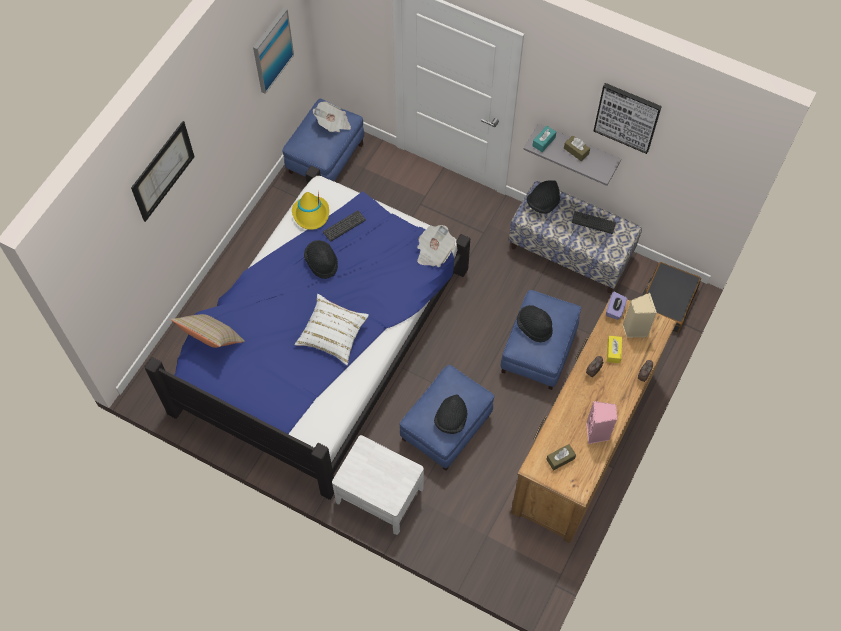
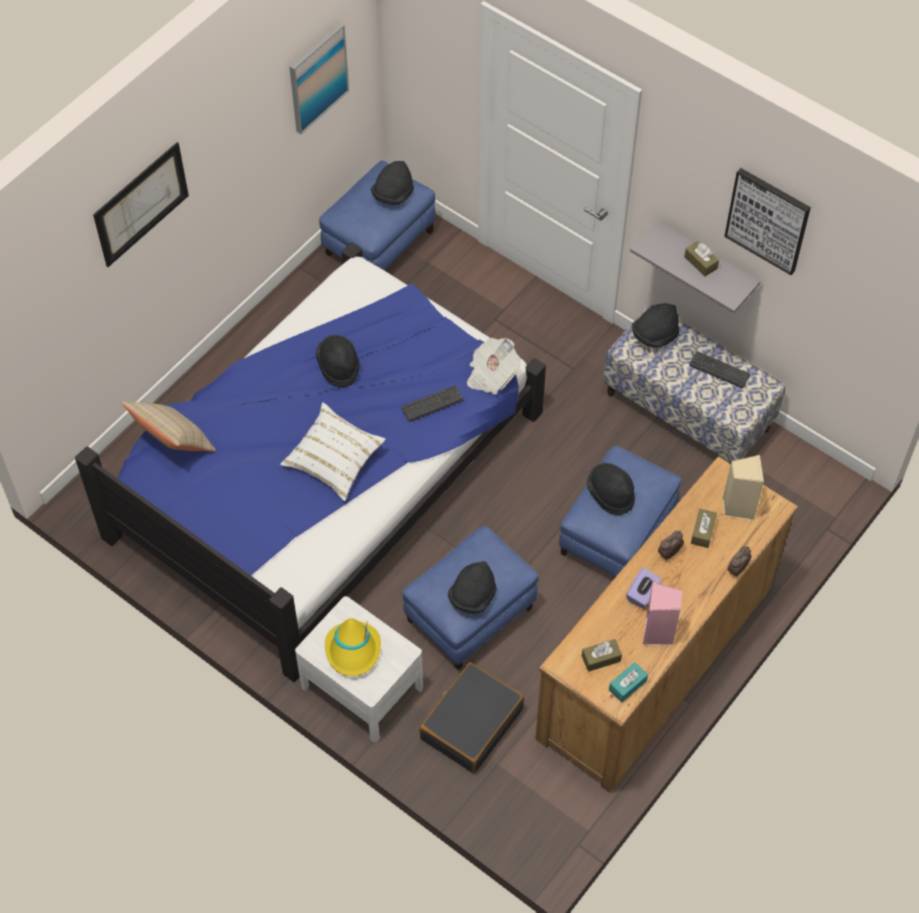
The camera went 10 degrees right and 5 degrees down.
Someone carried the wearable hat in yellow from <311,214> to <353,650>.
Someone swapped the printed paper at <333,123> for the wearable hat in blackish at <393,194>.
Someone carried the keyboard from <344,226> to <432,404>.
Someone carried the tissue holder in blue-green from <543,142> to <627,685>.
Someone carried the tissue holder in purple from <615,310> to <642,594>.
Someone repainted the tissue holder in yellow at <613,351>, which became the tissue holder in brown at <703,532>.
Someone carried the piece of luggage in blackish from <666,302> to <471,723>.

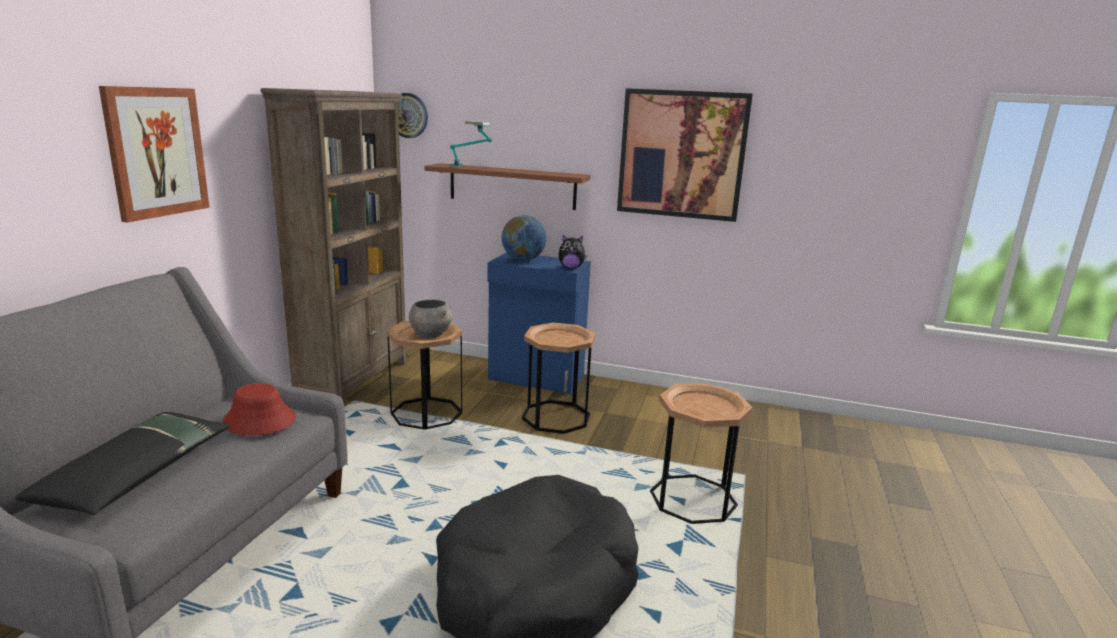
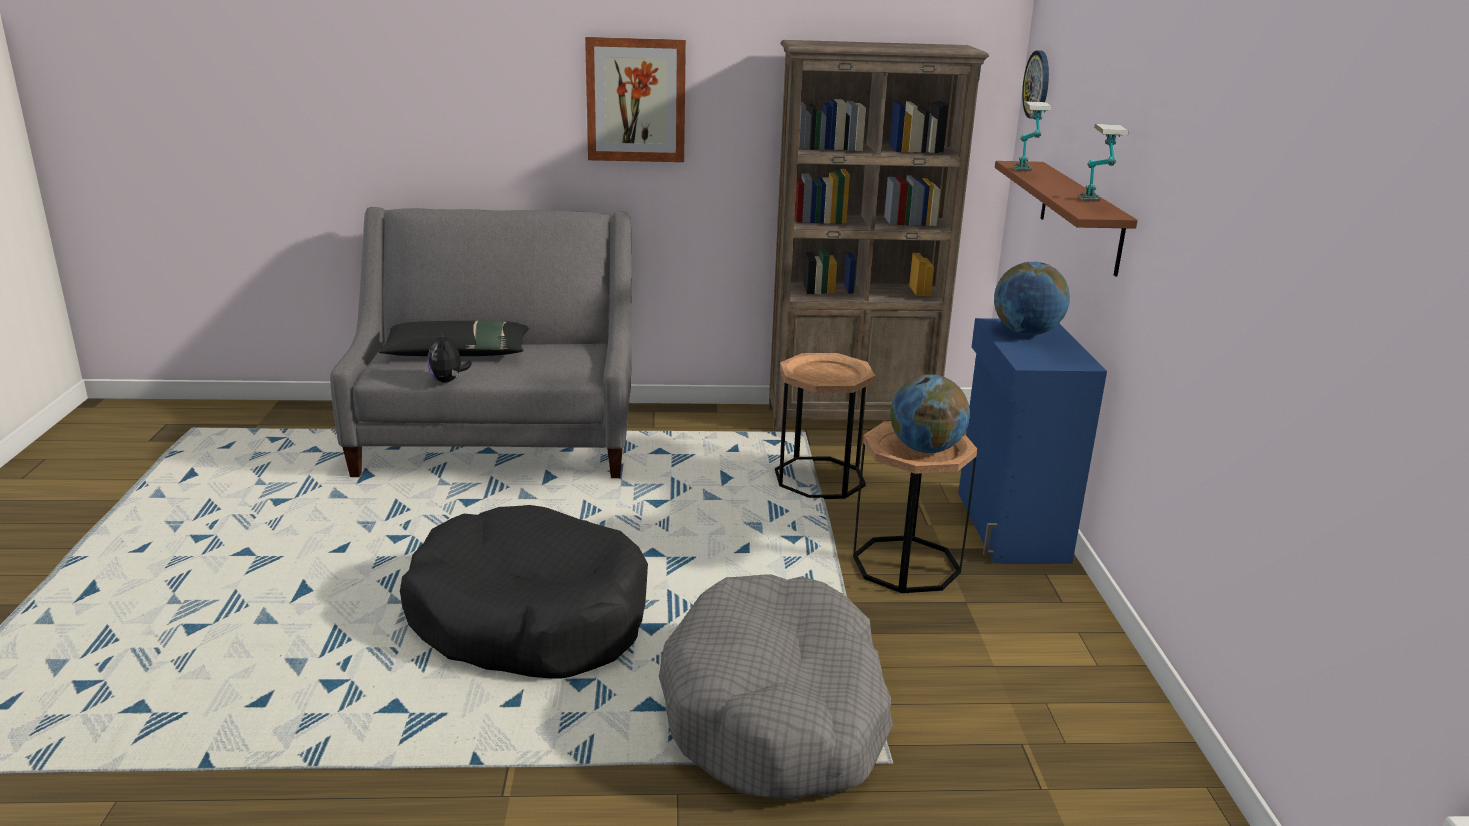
The camera went 70 degrees right and 5 degrees up.
Someone took away the wearable hat in red at <259,420>.
Someone took away the deep dish in gray at <430,335>.
Someone carried the plush toy from <571,268> to <448,381>.
Someone took away the picture at <681,155>.
Someone swapped the side table in brown at <692,499> for the dog bed in gray at <776,713>.
Someone put down the globe at <925,449>.
Someone put down the table lamp at <1095,205>.

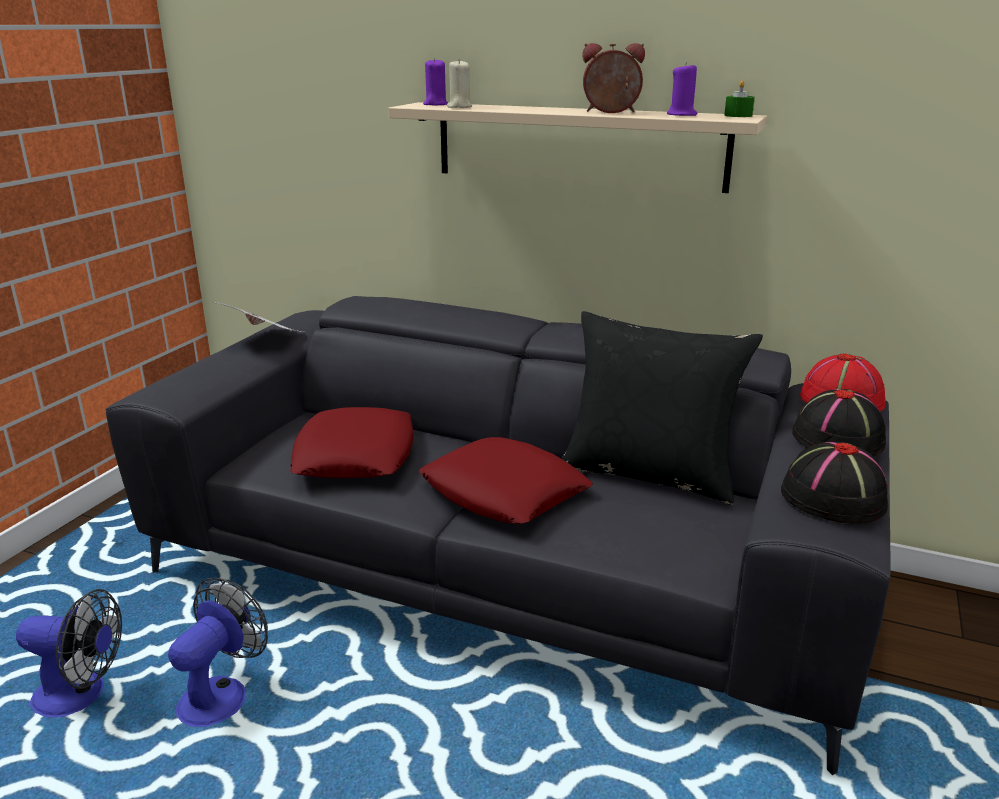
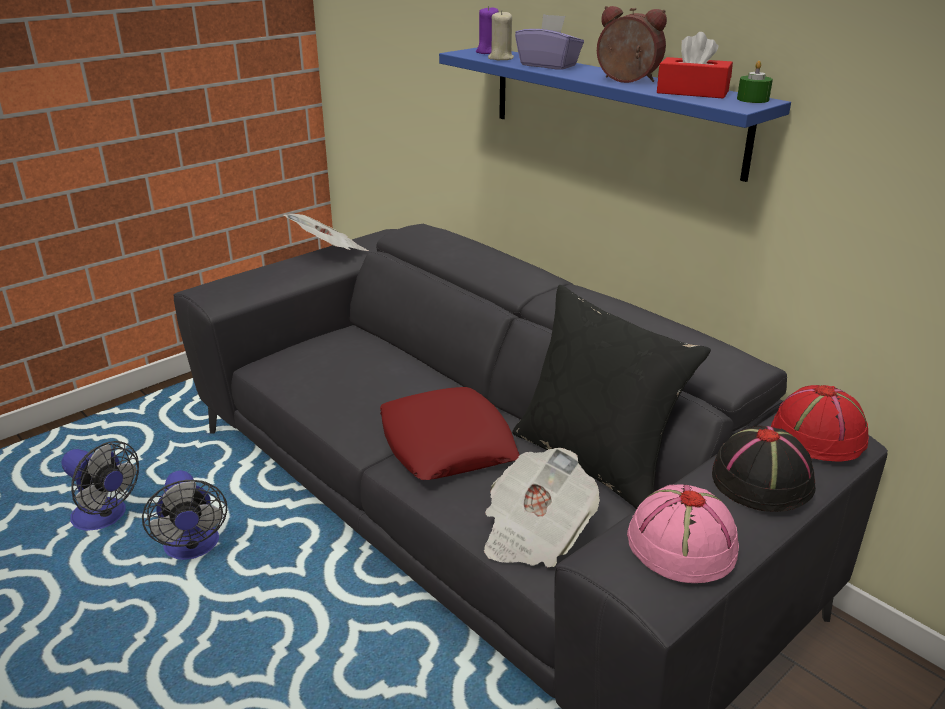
The camera went 25 degrees right and 5 degrees up.
Someone rotated the fan at <221,693> by 105 degrees clockwise.
Someone took away the cushion in red at <355,455>.
Someone repainted the wall shelf in beige at <578,145>, which became the wall shelf in blue-coloured at <612,108>.
Someone swapped the candle in purple at <682,115> for the tissue holder in red at <692,92>.
Someone repainted the wearable hat in blackish at <832,498>, which became the wearable hat in pink-coloured at <681,544>.
Someone put down the printed paper at <534,532>.
Someone put down the tissue holder in purple at <548,65>.

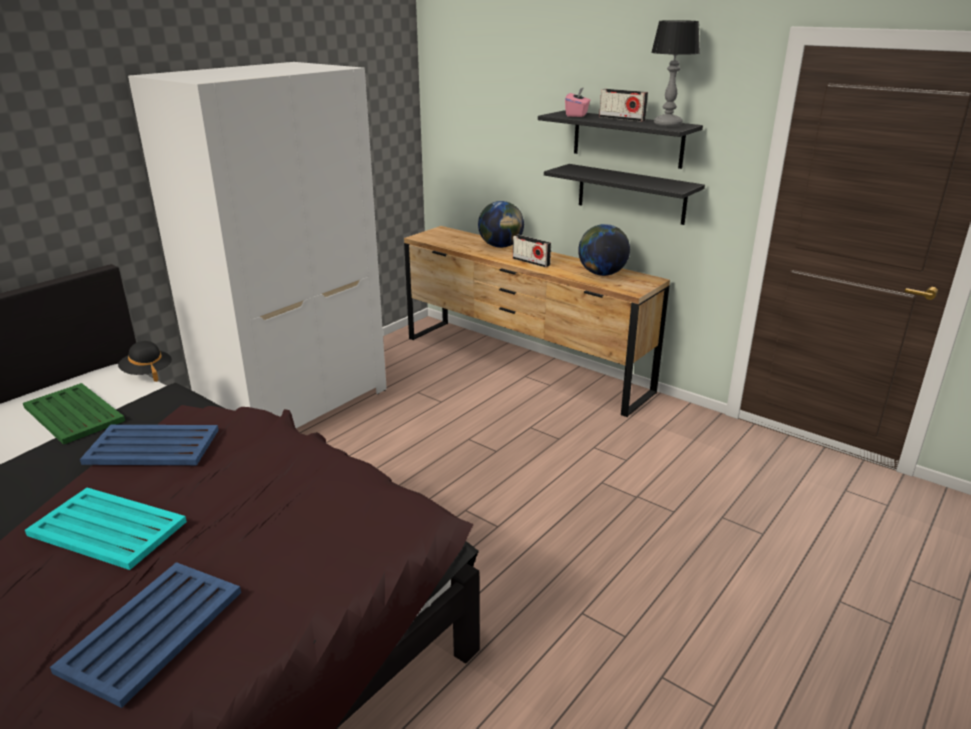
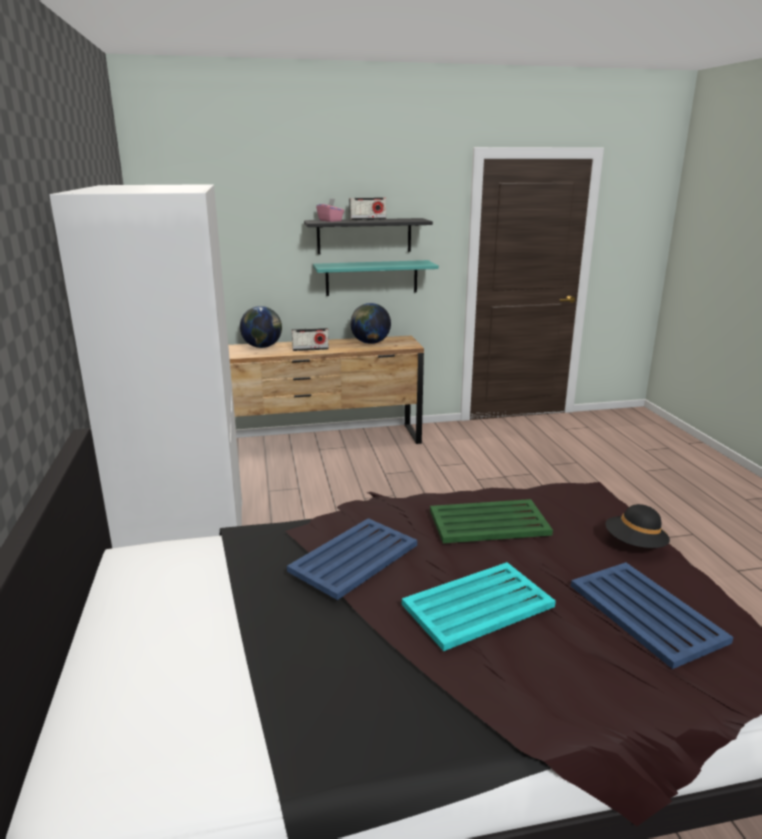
The camera went 50 degrees left and 5 degrees down.
Someone carried the carrying tray in green-coloured from <74,414> to <490,522>.
Someone carried the wearable hat in blackish from <147,373> to <634,545>.
Someone repainted the wall shelf in blackish at <631,194>, which became the wall shelf in blue-green at <371,278>.
Someone took away the table lamp at <668,125>.

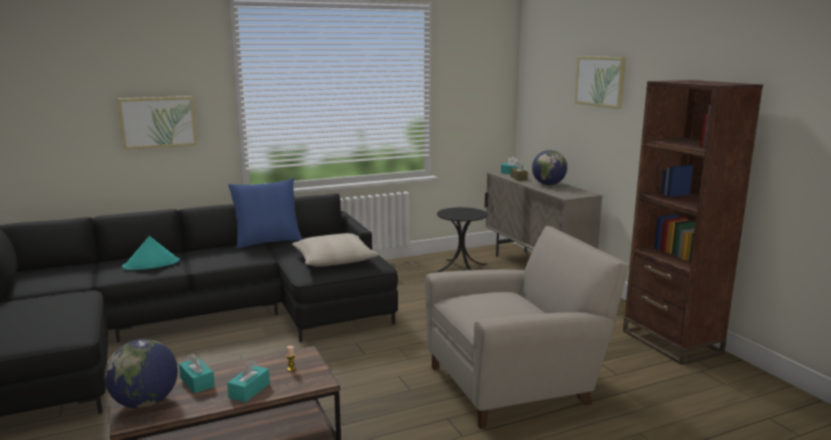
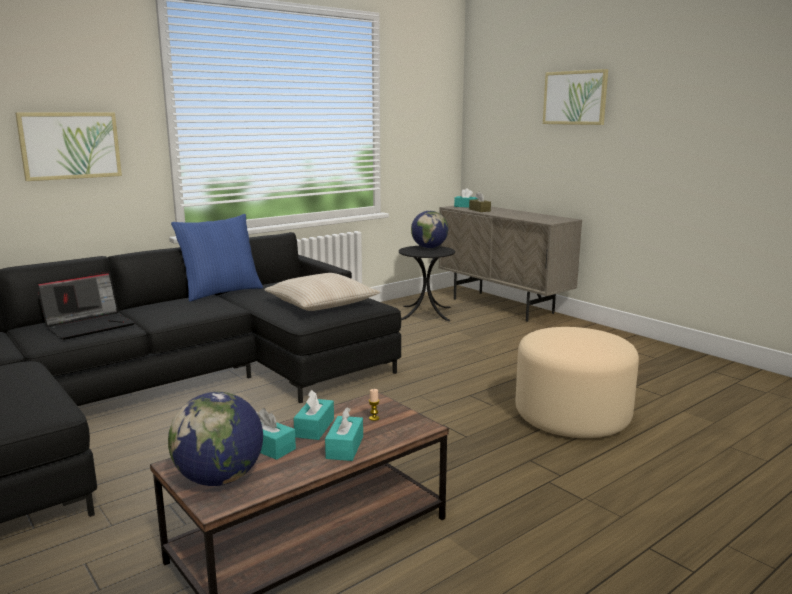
The camera went 15 degrees left and 0 degrees up.
Someone swapped the wearable hat in blue-green at <152,264> for the portable computer at <90,325>.
Someone swapped the armchair in beige at <516,383> for the pouffe in beige at <572,416>.
Someone carried the globe from <548,184> to <429,247>.
Someone took away the bookcase in brown at <671,342>.
Someone put down the tissue holder in blue-green at <314,428>.

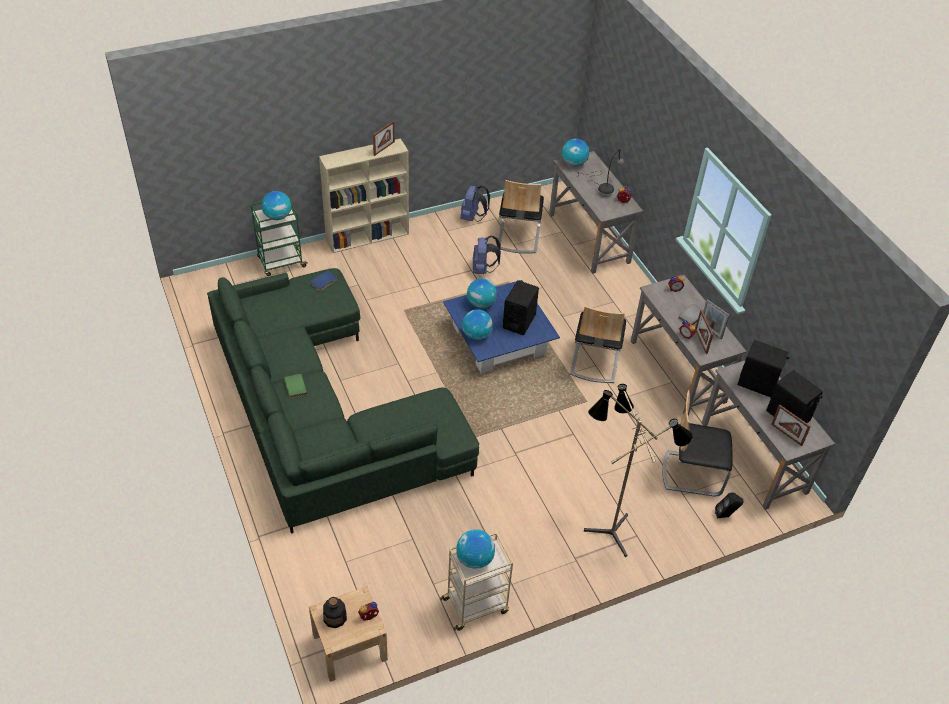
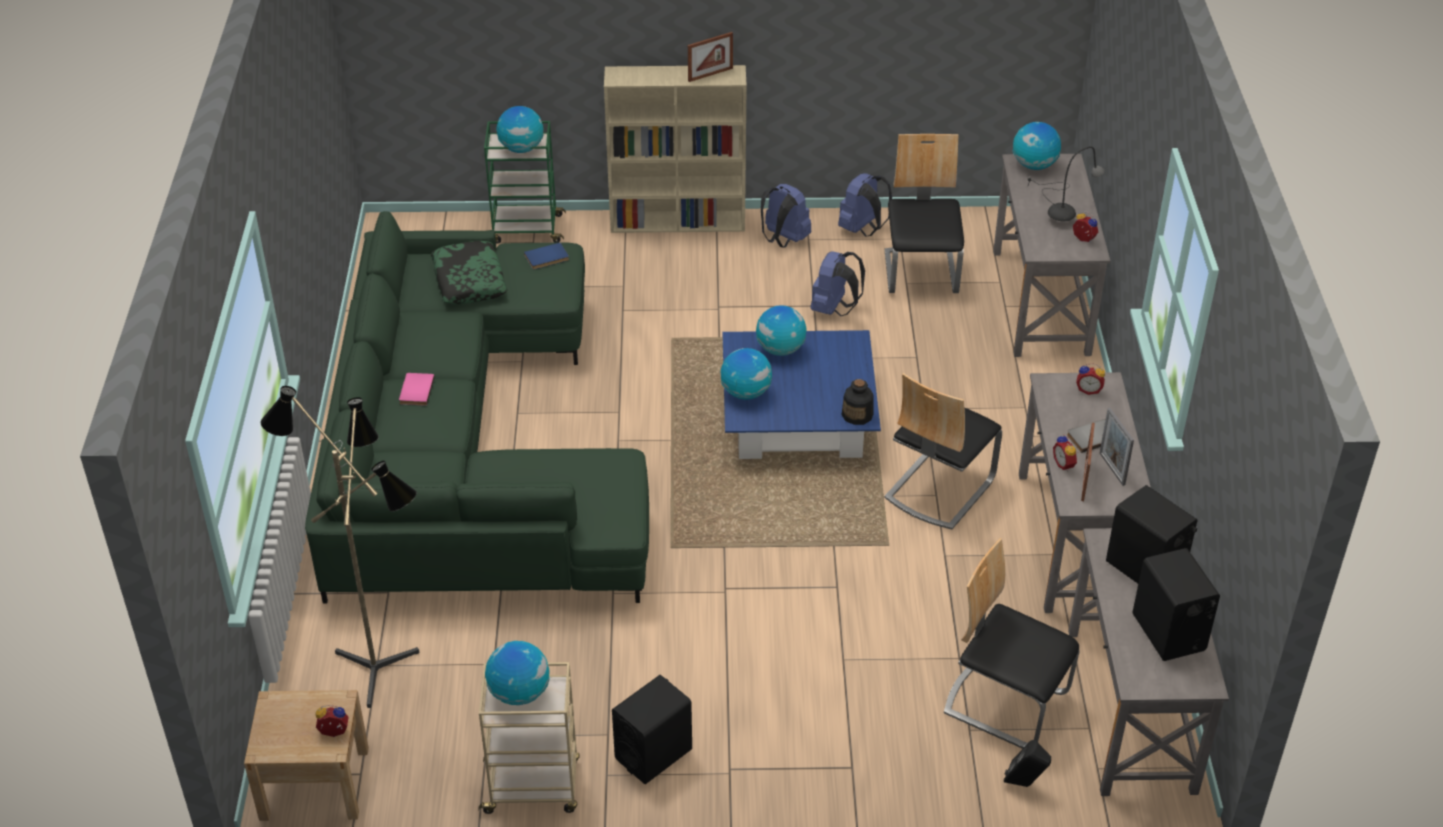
The camera went 25 degrees right and 5 degrees down.
Someone repainted the bound book in green-coloured at <294,387>, which became the bound book in pink-coloured at <415,390>.
Someone carried the bottle from <335,617> to <857,415>.
Someone rotated the upright chair at <518,236> by 150 degrees clockwise.
Someone carried the audio speaker in blackish from <519,321> to <653,754>.
Someone carried the floor lamp from <611,529> to <379,663>.
Someone took away the standing frame at <786,434>.
Someone put down the cushion at <469,281>.
Someone put down the knapsack in blue-coloured at <783,240>.

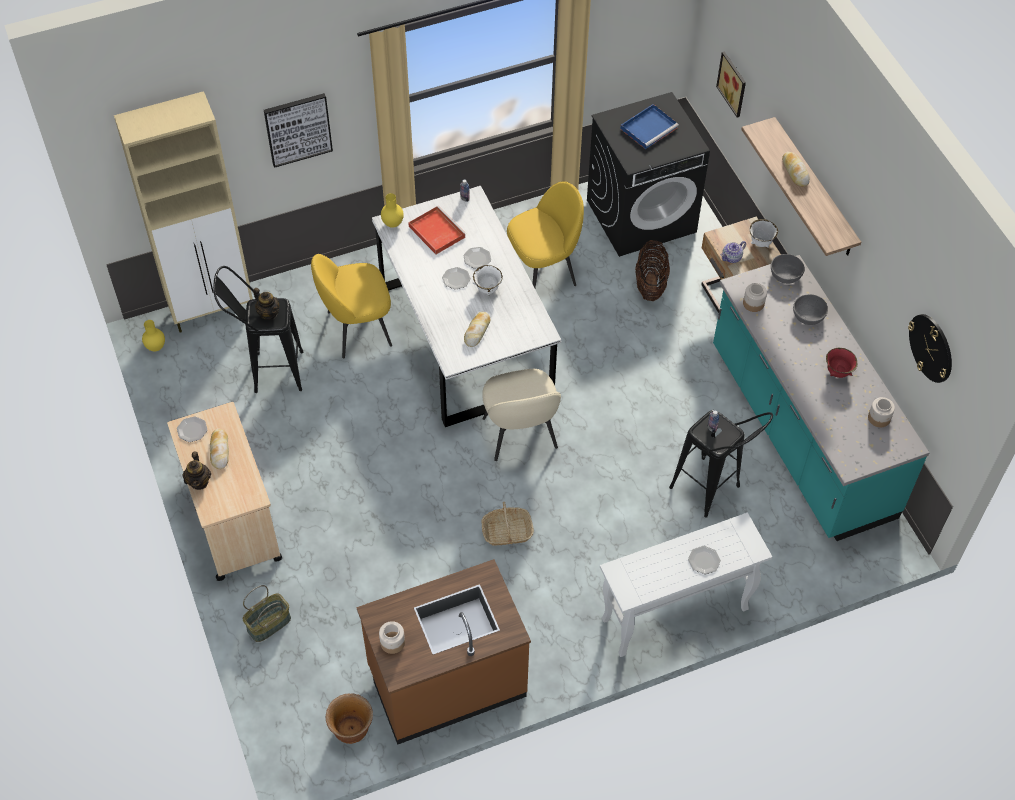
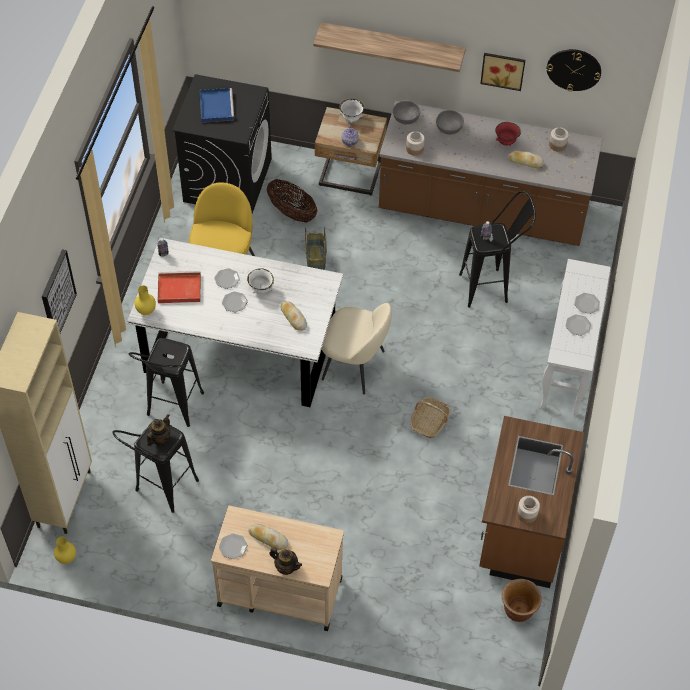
The camera went 55 degrees left and 0 degrees up.
Someone carried the household basket from <269,623> to <315,258>.
Someone rotated the teapot at <269,313> by 45 degrees counterclockwise.
Someone swapped the upright chair in yellow at <357,329> for the sitting stool in blackish at <172,411>.
Someone repainted the kitchen counter in blue-green at <800,432>, which became the kitchen counter in brown at <482,210>.
Someone carried the picture from <733,83> to <503,69>.
Someone carried the baked bread from <795,171> to <525,161>.
Someone put down the dinner plate at <577,326>.

